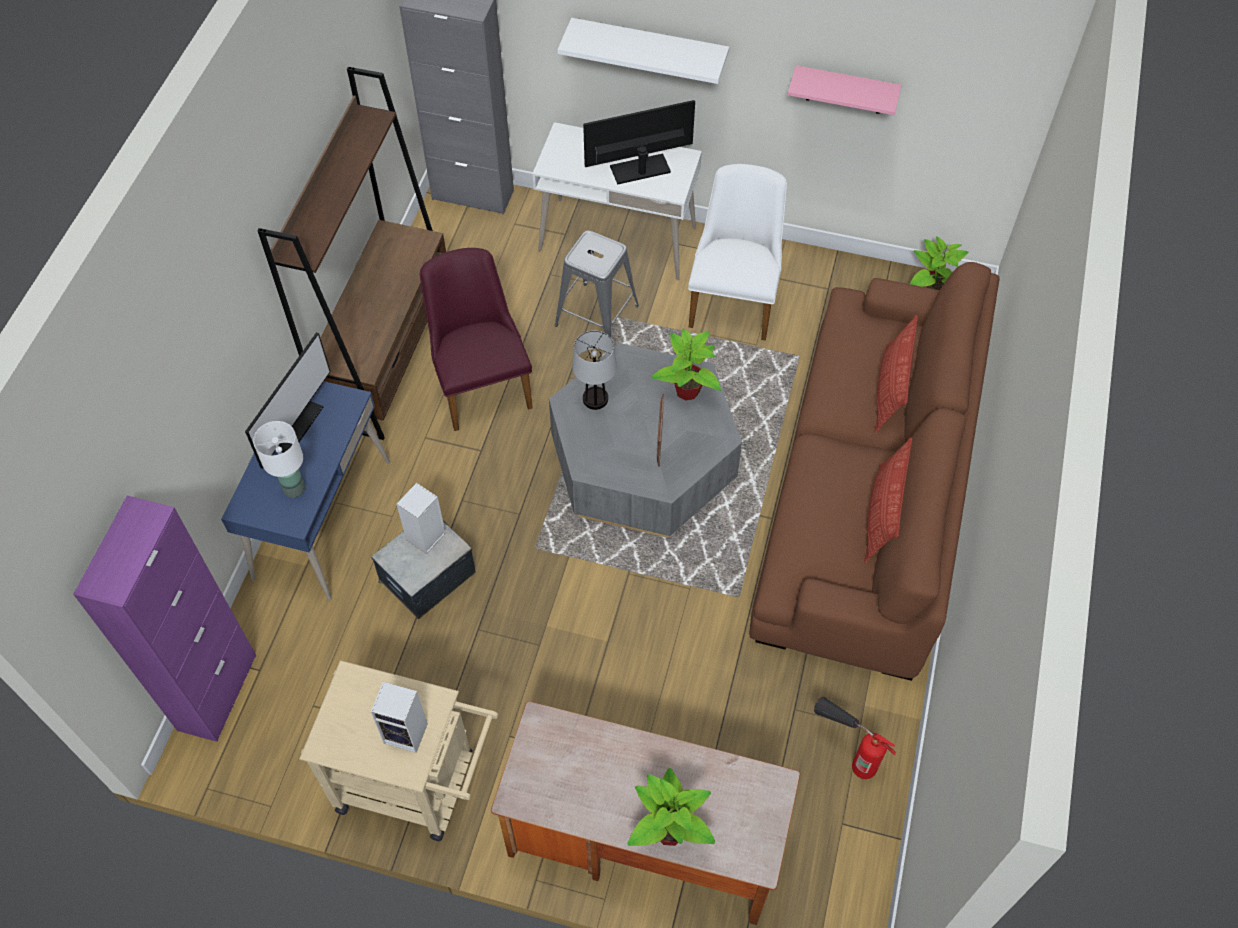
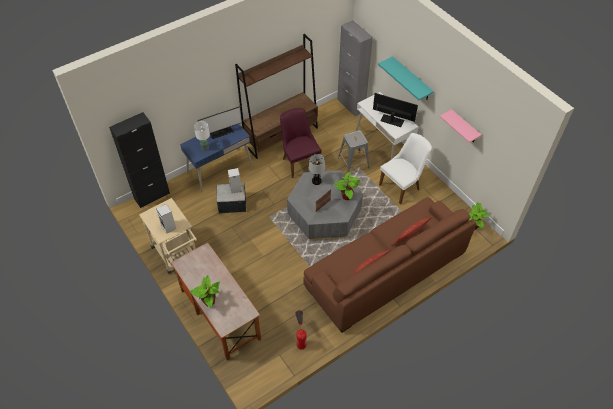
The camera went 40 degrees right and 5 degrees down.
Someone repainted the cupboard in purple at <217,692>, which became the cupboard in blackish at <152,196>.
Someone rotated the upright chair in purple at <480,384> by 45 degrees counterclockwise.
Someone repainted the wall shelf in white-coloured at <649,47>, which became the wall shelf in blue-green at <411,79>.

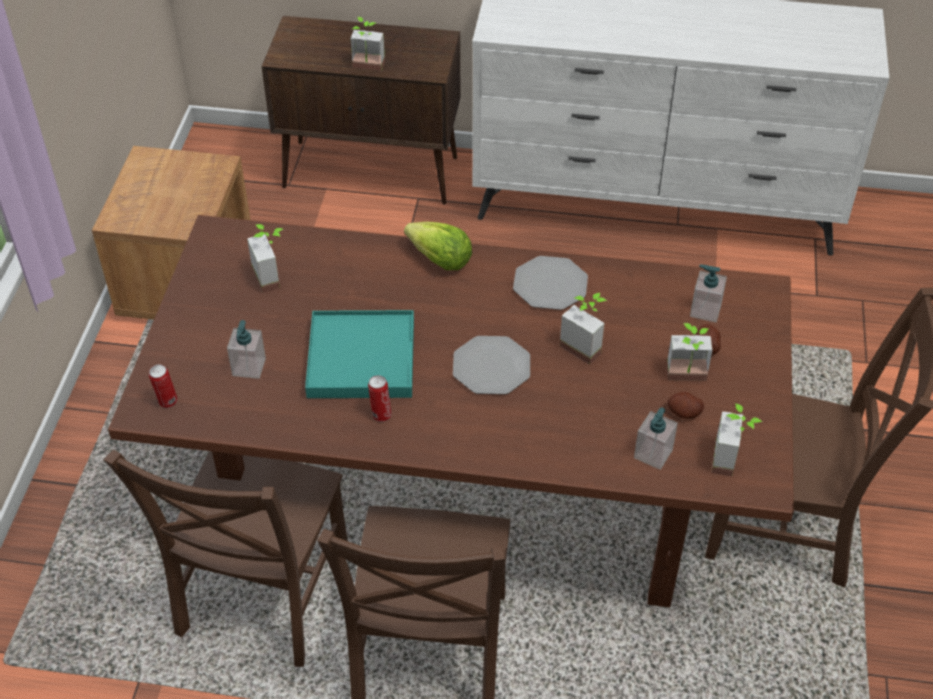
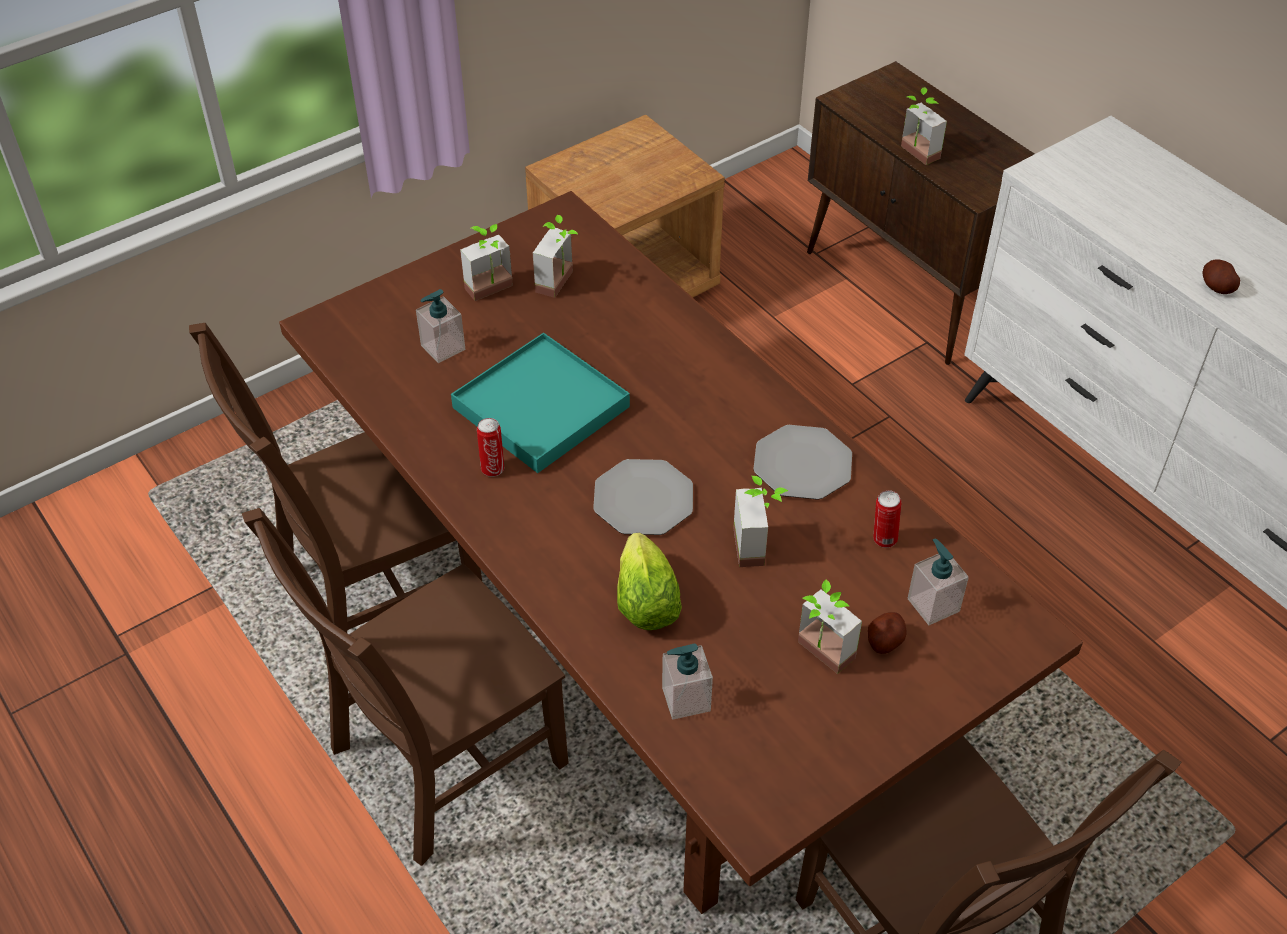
The camera went 45 degrees right and 0 degrees up.
Someone carried the metal can from <167,402> to <883,539>.
Someone carried the head of lettuce from <440,260> to <645,603>.
Someone carried the potato from <684,413> to <1216,287>.
Someone carried the potted plant from <732,460> to <493,292>.

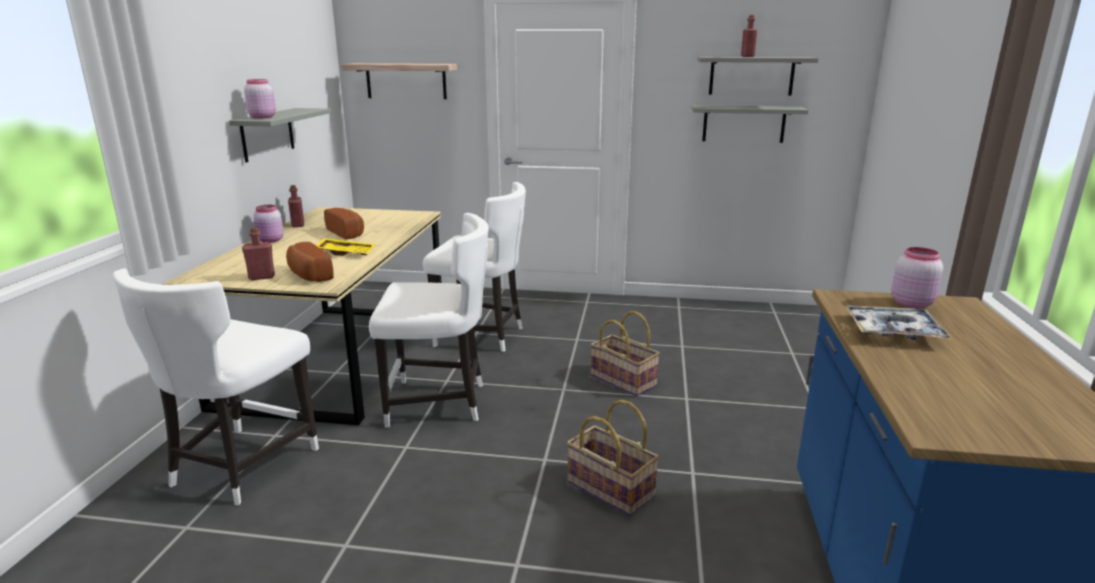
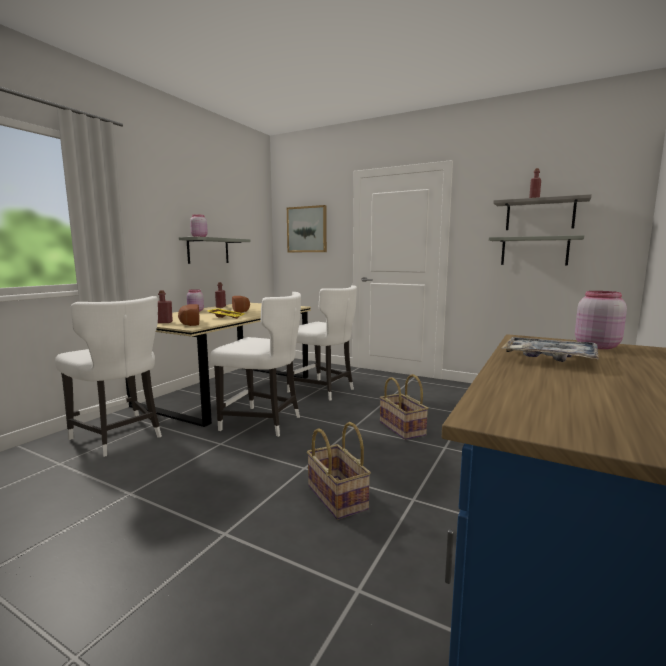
The camera went 20 degrees right and 10 degrees down.
Someone rotated the upright chair in white-coloured at <240,467> by 90 degrees counterclockwise.
Someone swapped the wall shelf at <406,81> for the picture at <307,229>.

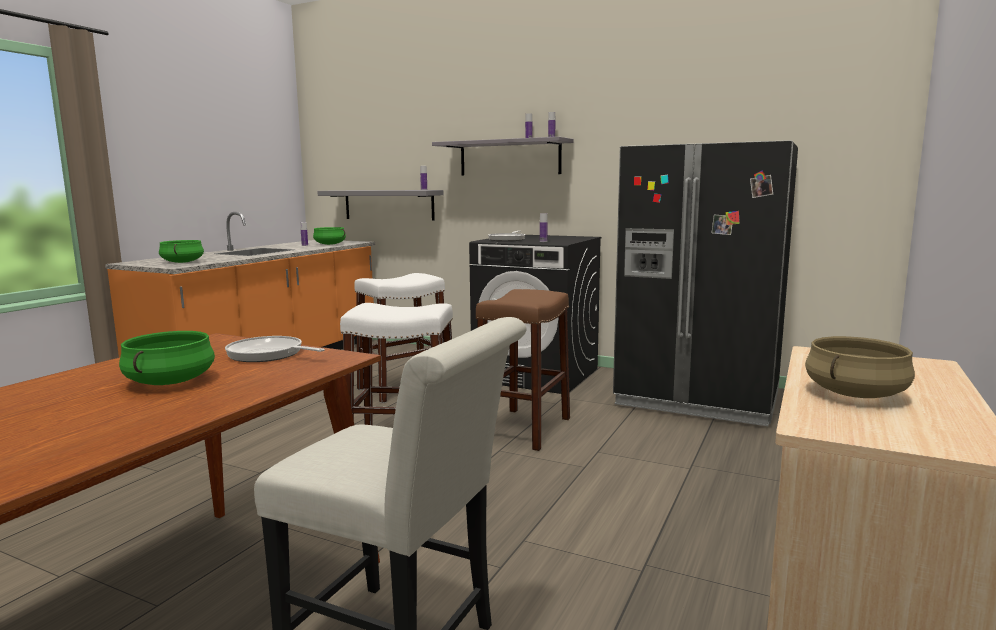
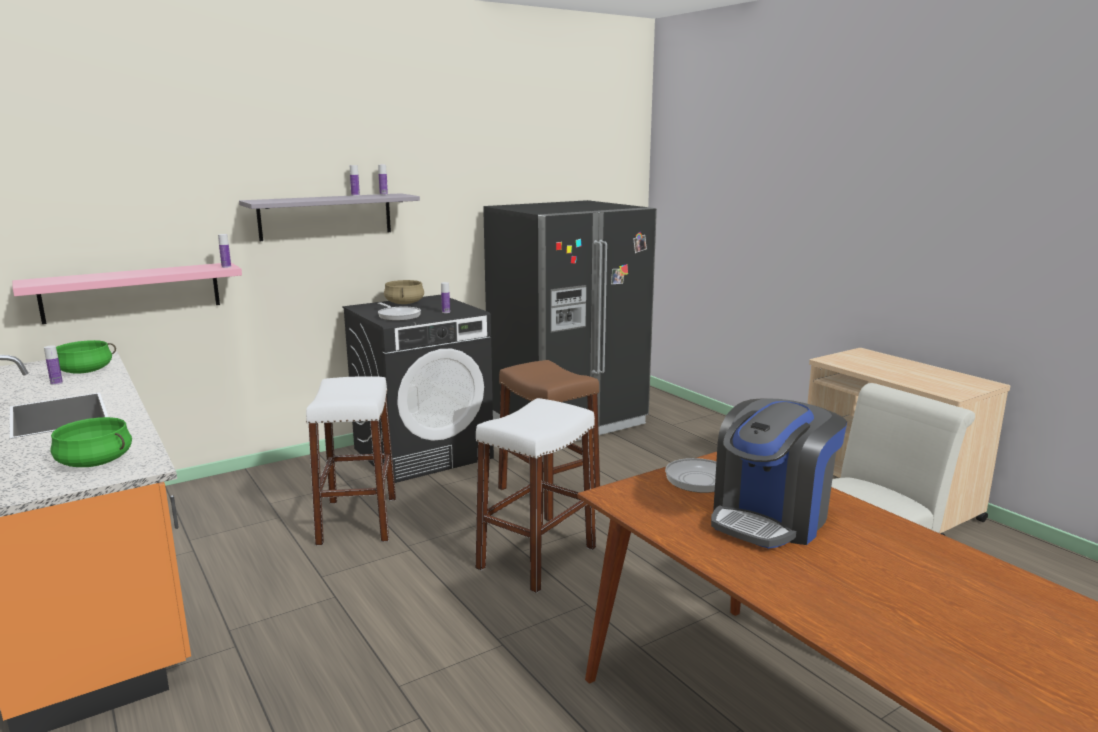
The camera went 60 degrees left and 5 degrees up.
Someone swapped the stockpot in green-coloured at <171,381> for the coffee maker at <770,518>.
Someone repainted the wall shelf in gray at <388,204>, which became the wall shelf in pink-coloured at <132,292>.
Someone carried the stockpot in beige from <854,393> to <404,303>.

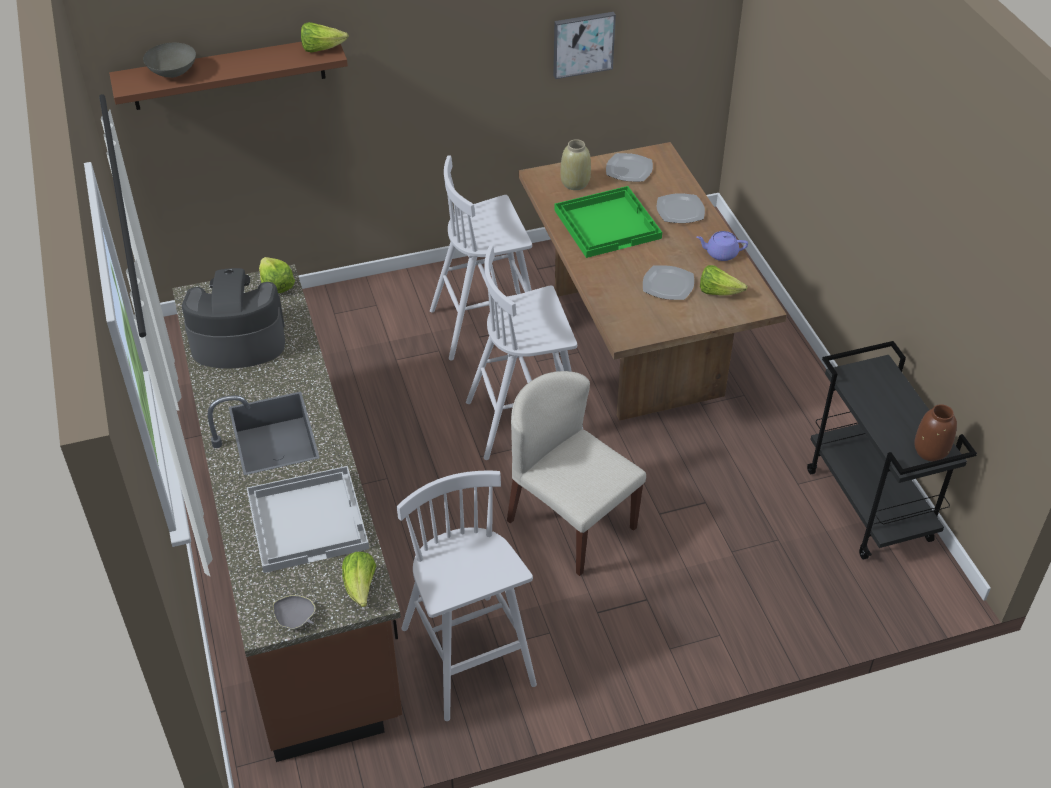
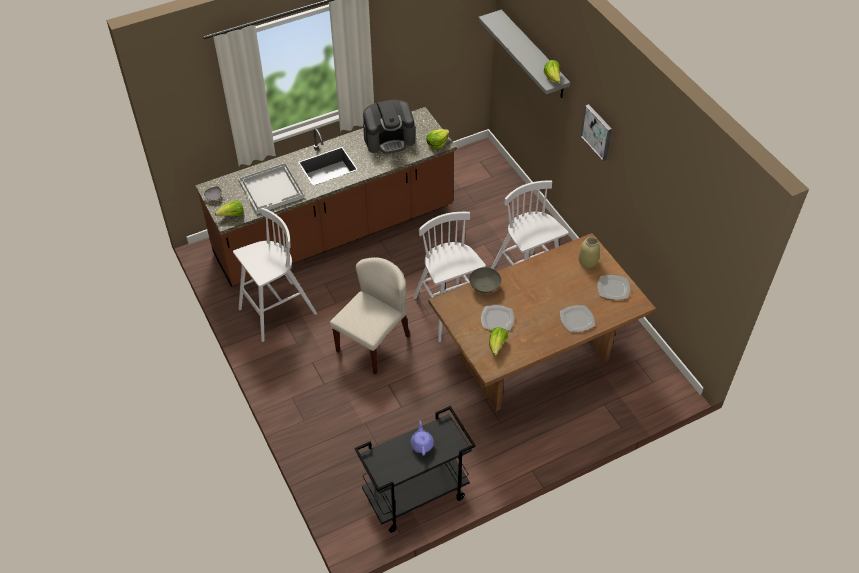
The camera went 80 degrees right and 5 degrees up.
Someone repainted the wall shelf in brown at <228,73>, which became the wall shelf in gray at <533,55>.
Someone carried the deep dish in gray from <172,73> to <484,286>.
Someone rotated the coffee maker at <238,342> by 90 degrees clockwise.
Someone carried the picture from <583,44> to <597,132>.
Someone took away the carrying tray in green-coloured at <607,223>.
Someone carried the teapot in purple from <720,253> to <422,444>.
Someone took away the flower vase in brown at <930,451>.

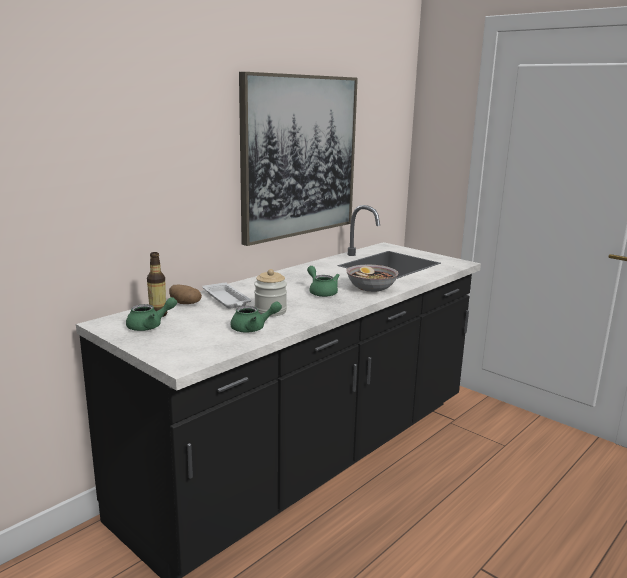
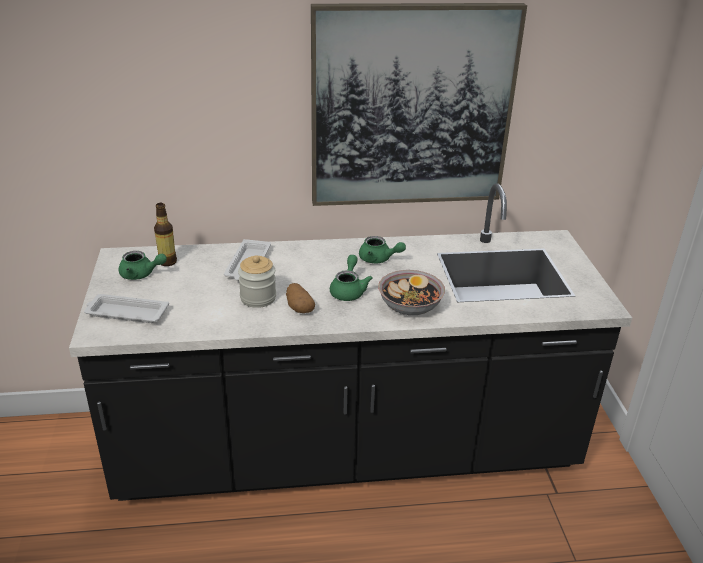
The camera went 40 degrees right and 15 degrees up.
Someone carried the potato from <184,303> to <299,307>.
Someone carried the teapot in green-coloured from <253,328> to <378,259>.
Someone put down the carrying tray in white-coloured at <126,313>.

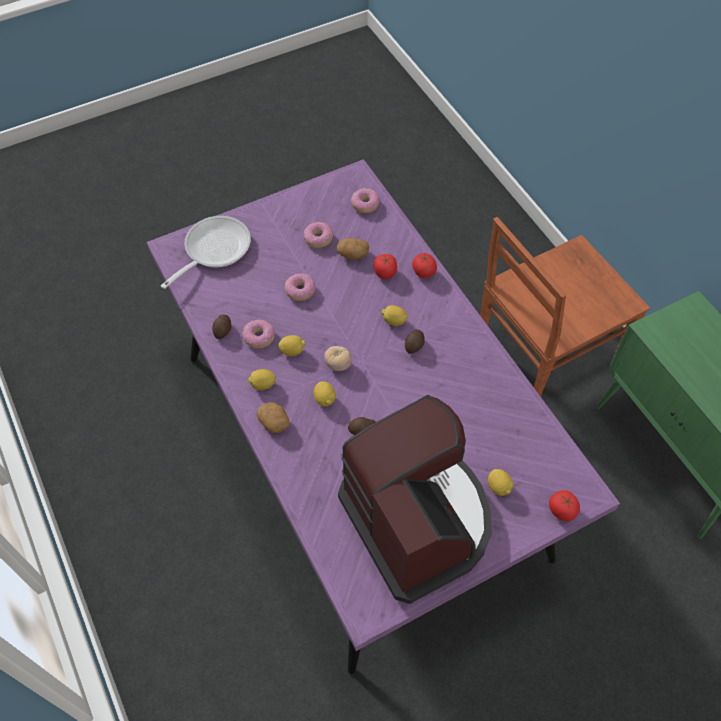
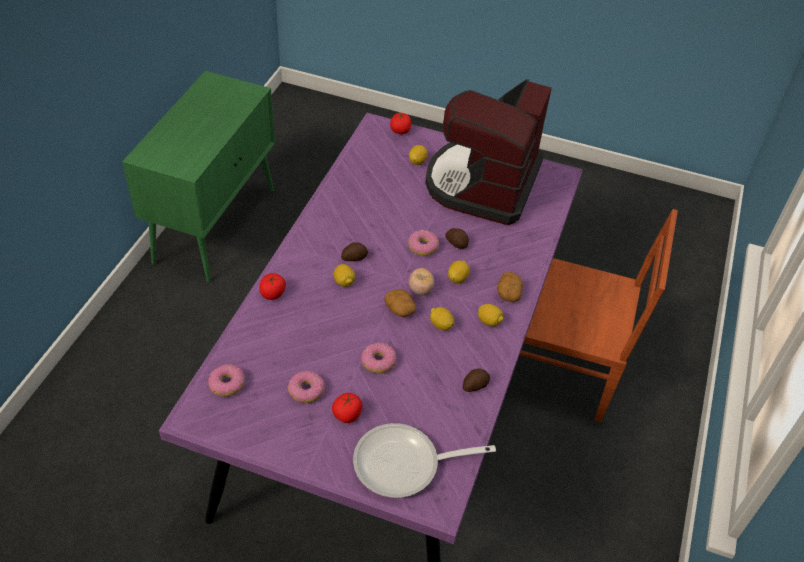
The camera went 135 degrees left and 10 degrees down.
Someone carried the donut from <259,337> to <423,247>.
Someone carried the potato from <352,254> to <400,309>.
Someone carried the tomato from <385,272> to <347,414>.
Someone carried the upright chair in brown from <543,351> to <557,368>.

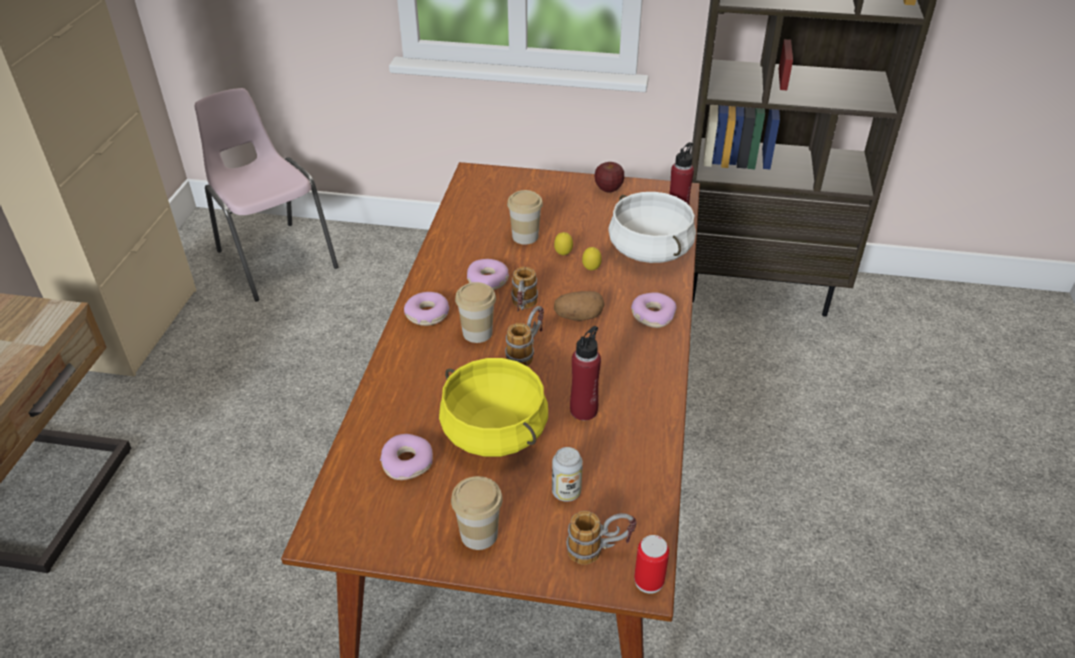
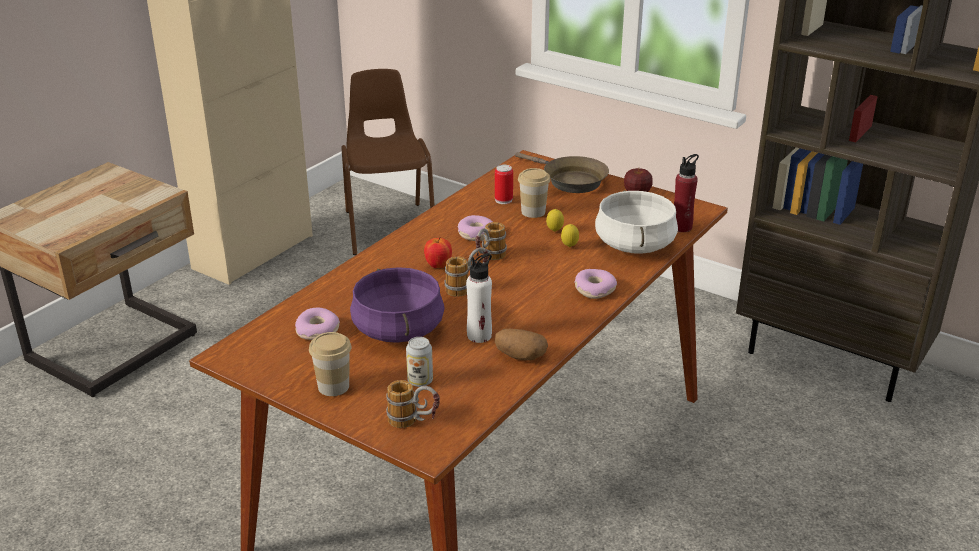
The camera went 25 degrees right and 10 degrees down.
Someone repainted the upright chair in pink-coloured at <276,259>, which became the upright chair in brown at <389,228>.
Someone took away the donut at <427,315>.
Someone repainted the stockpot in yellow at <493,431>, which became the stockpot in purple at <397,329>.
Someone swapped the cup at <477,333> for the apple at <438,266>.
Someone carried the potato from <578,316> to <520,356>.
Someone repainted the bottle in red at <584,410>, which became the bottle in white-coloured at <479,335>.
Someone carried the metal can from <649,581> to <503,200>.
Someone put down the skillet in brown at <570,180>.

